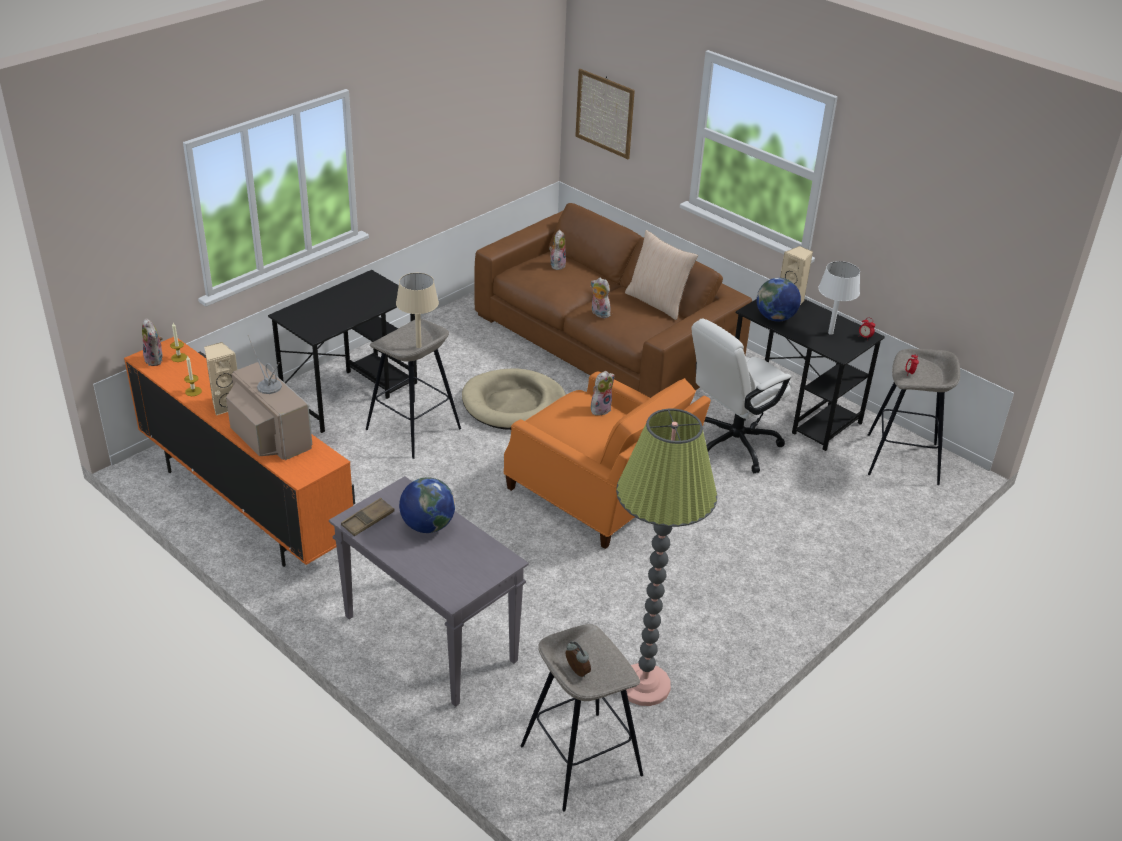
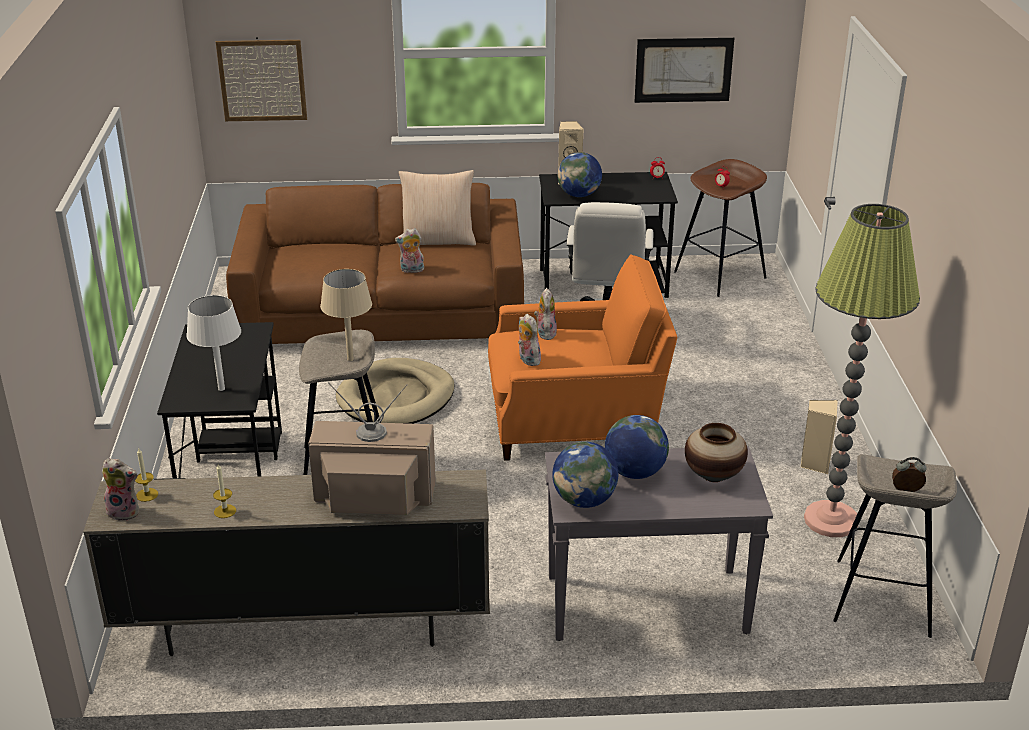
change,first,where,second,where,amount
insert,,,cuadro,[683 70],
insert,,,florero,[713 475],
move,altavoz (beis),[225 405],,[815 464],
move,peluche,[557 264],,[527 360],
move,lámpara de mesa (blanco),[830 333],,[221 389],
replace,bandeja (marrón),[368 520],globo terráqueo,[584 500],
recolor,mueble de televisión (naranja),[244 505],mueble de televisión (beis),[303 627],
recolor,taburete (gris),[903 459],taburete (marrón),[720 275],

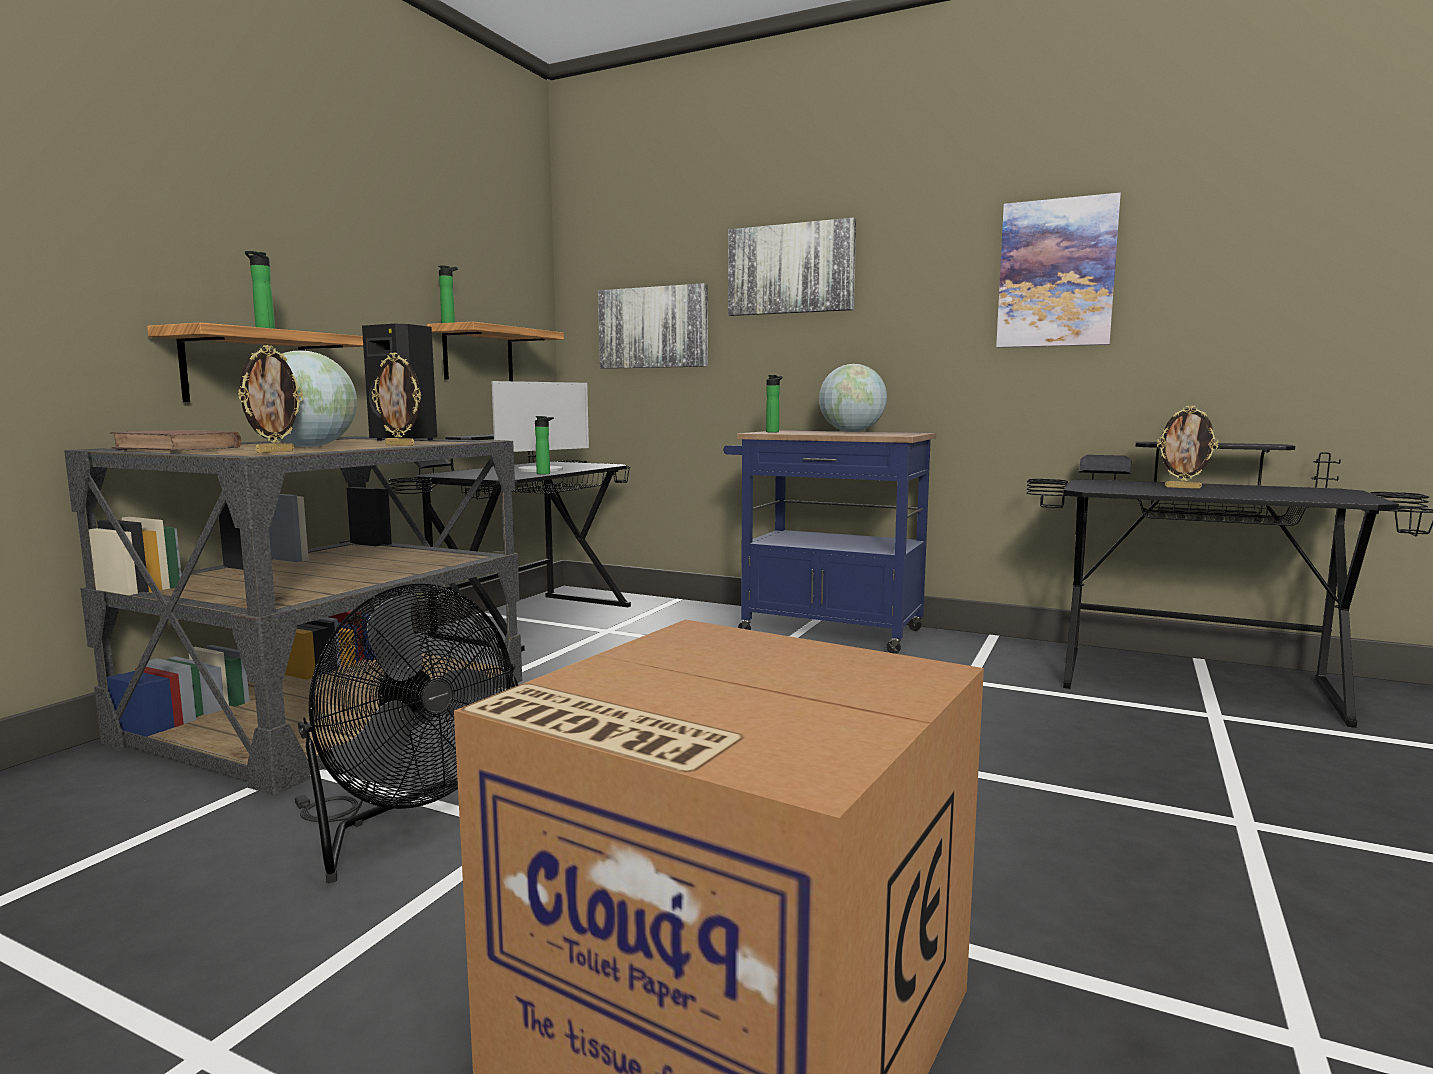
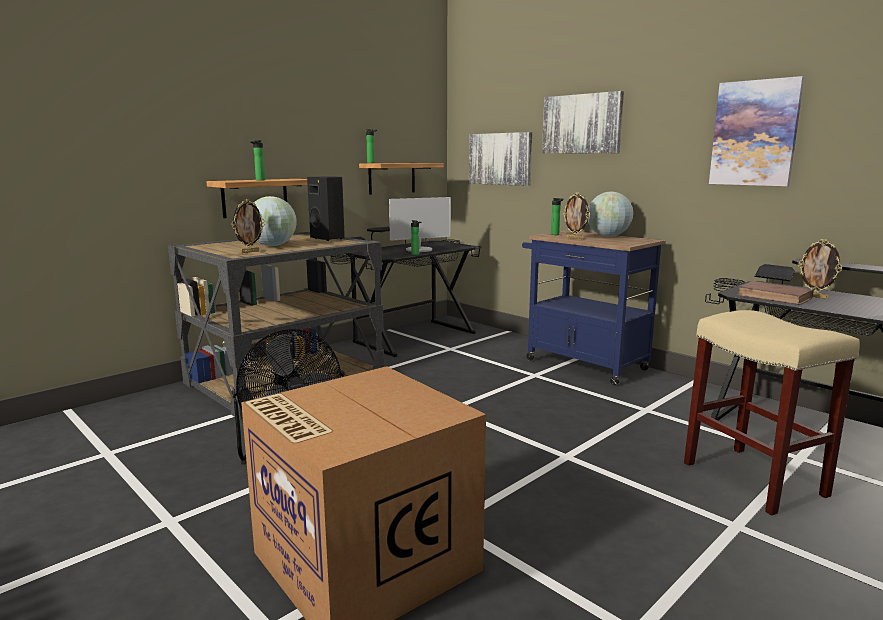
change,first,where,second,where,amount
insert,,,taburete (beis),[751 478],
move,libro (marrón),[177 448],,[774 297],
move,portarretratos,[400 445],,[575 238],

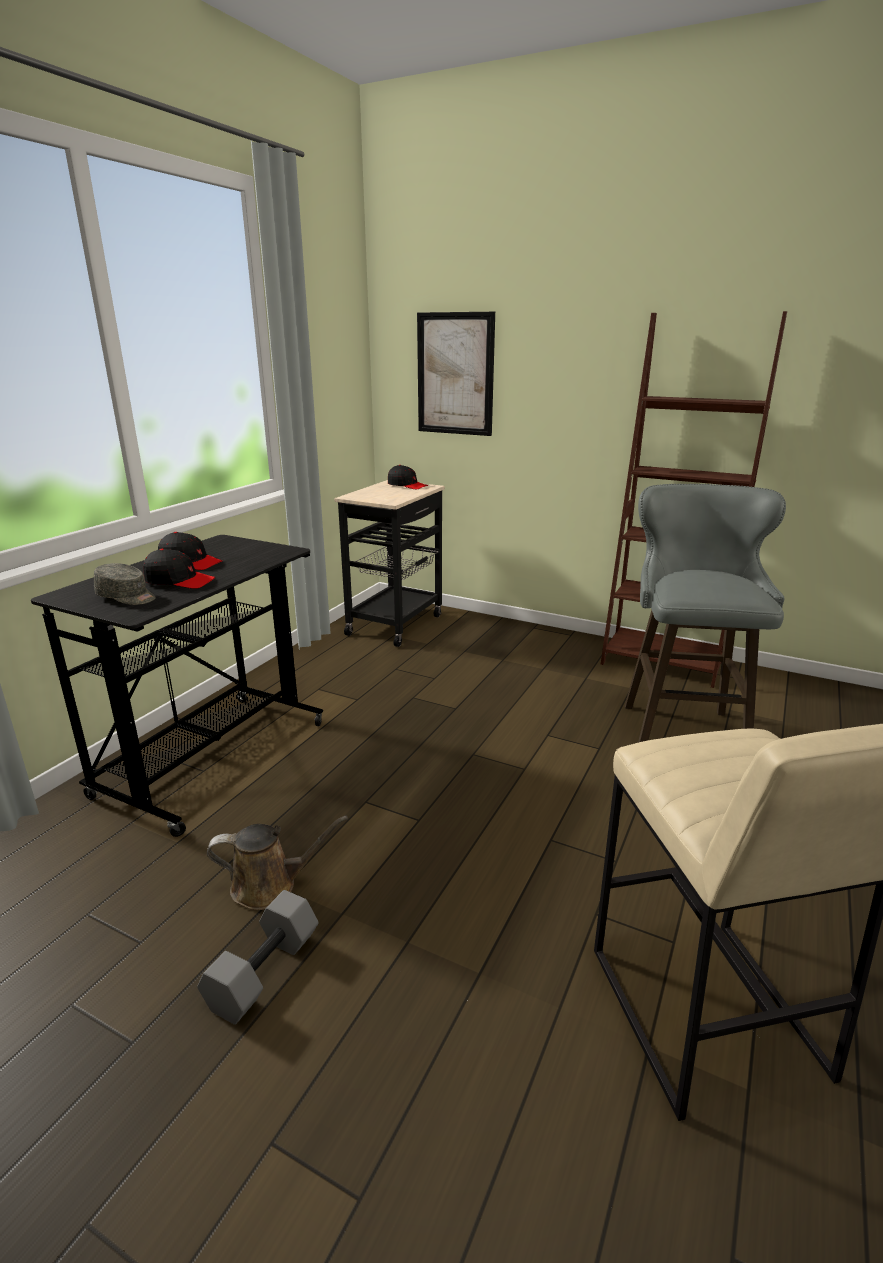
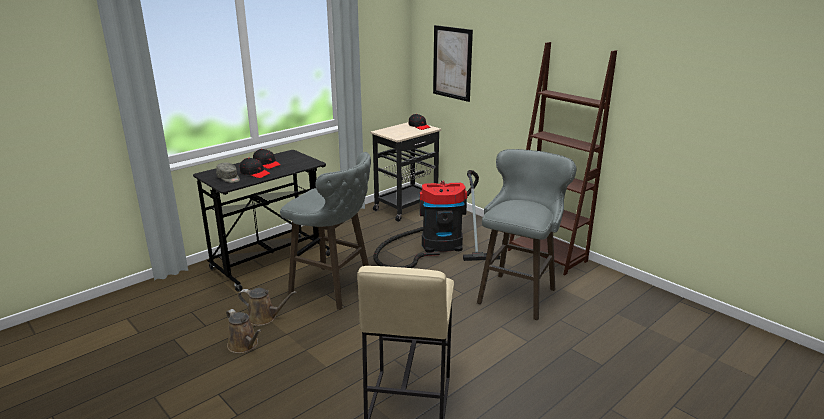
change,first,where,second,where,amount
insert,,,taburete (gris),[334 288],
insert,,,aspiradora,[437 246],
replace,mancuerna (gris),[263 970],regadera (marrón),[244 345],

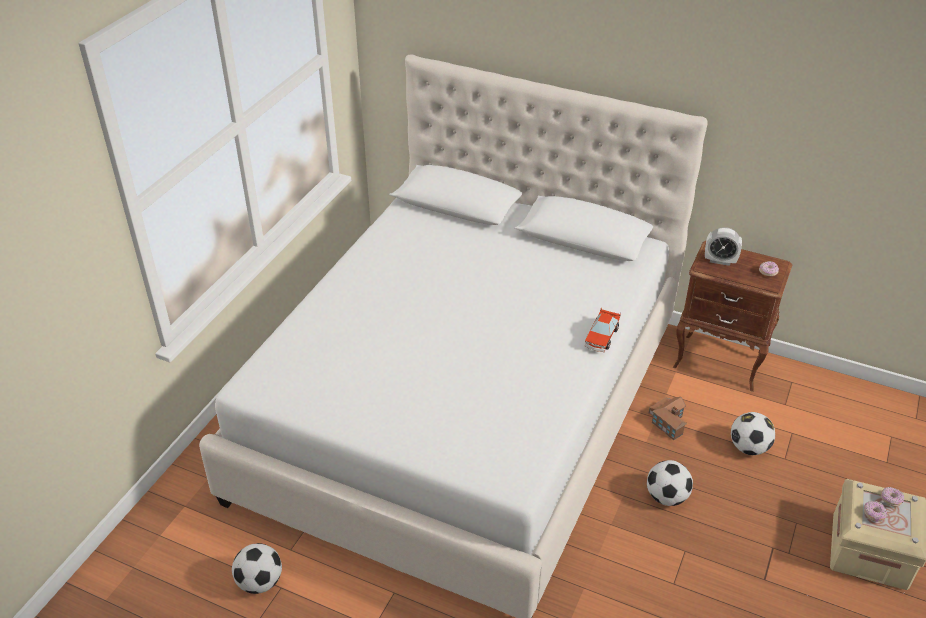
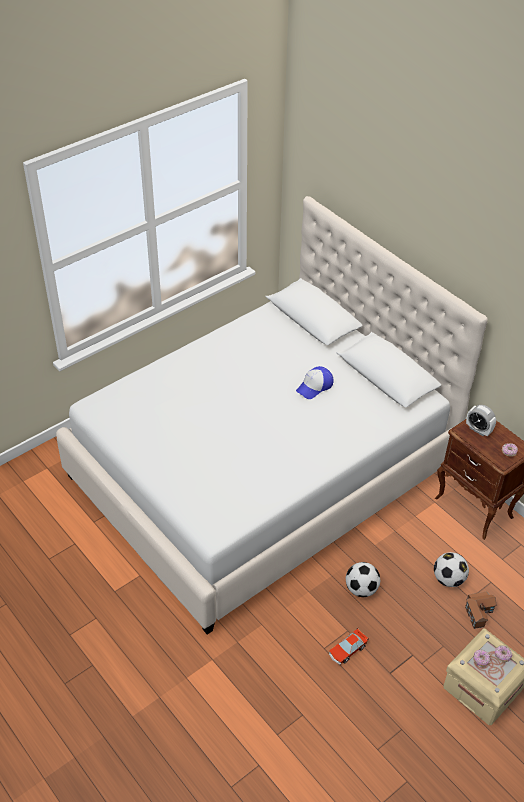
change,first,where,second,where,amount
delete,balón de fútbol,[260 582],,,
insert,,,gorra,[315 386],
move,coche de juguete,[601 337],,[347 650],
move,casita,[668 421],,[479 611],

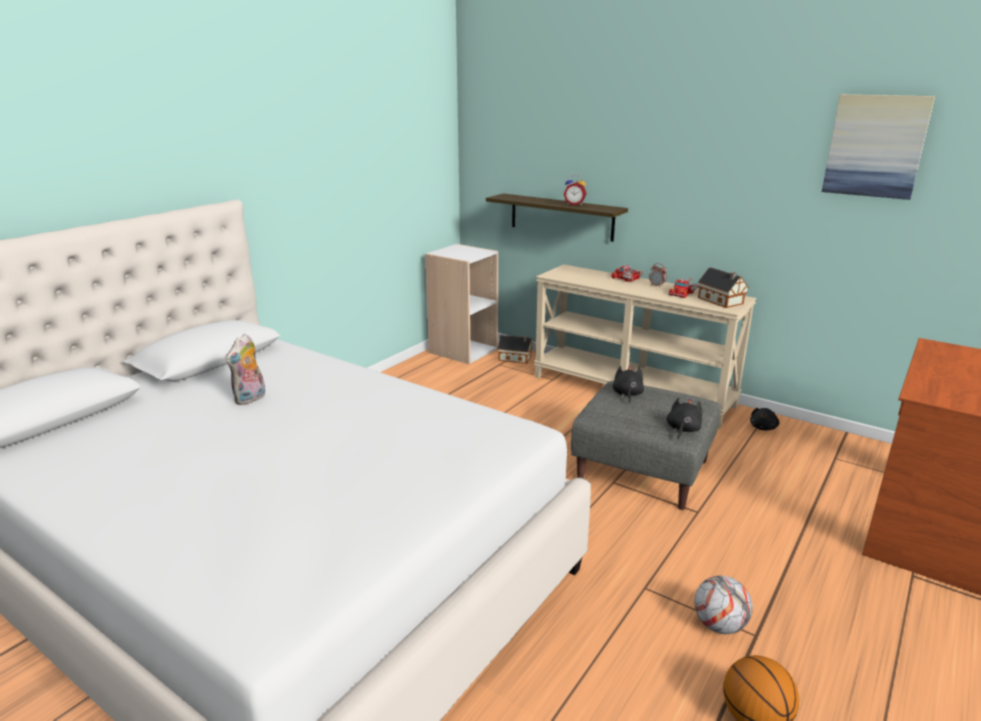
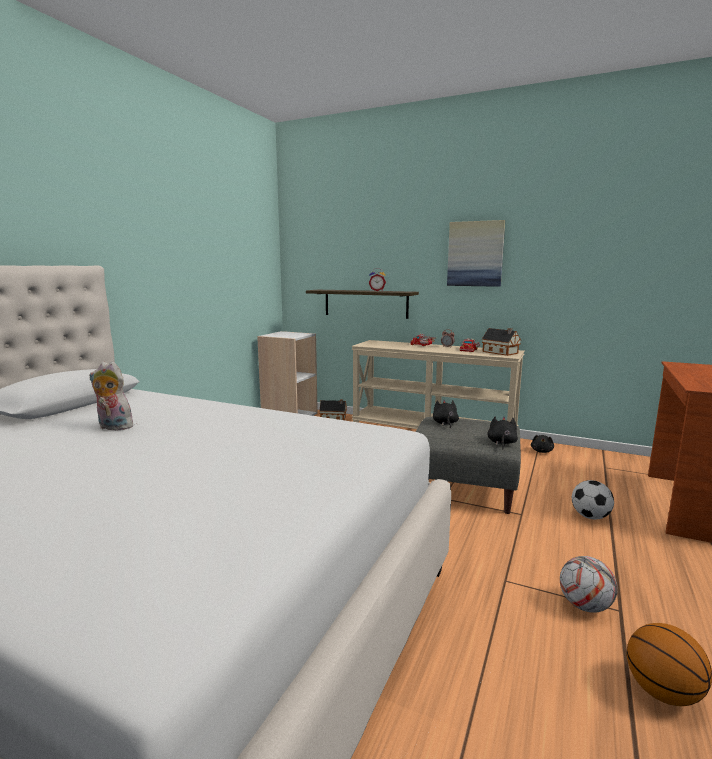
change,first,where,second,where,amount
insert,,,balón de fútbol,[590 516],
move,cuadro,[875 146],,[475 254],
rotate,peluche,[251 399],,[113 427],90 degrees clockwise

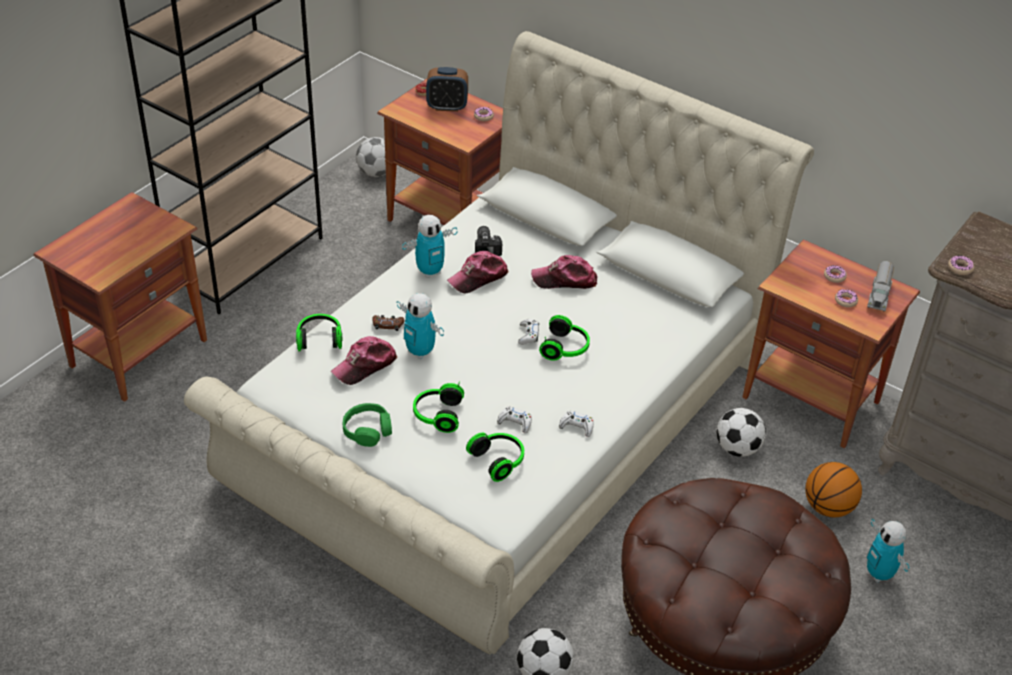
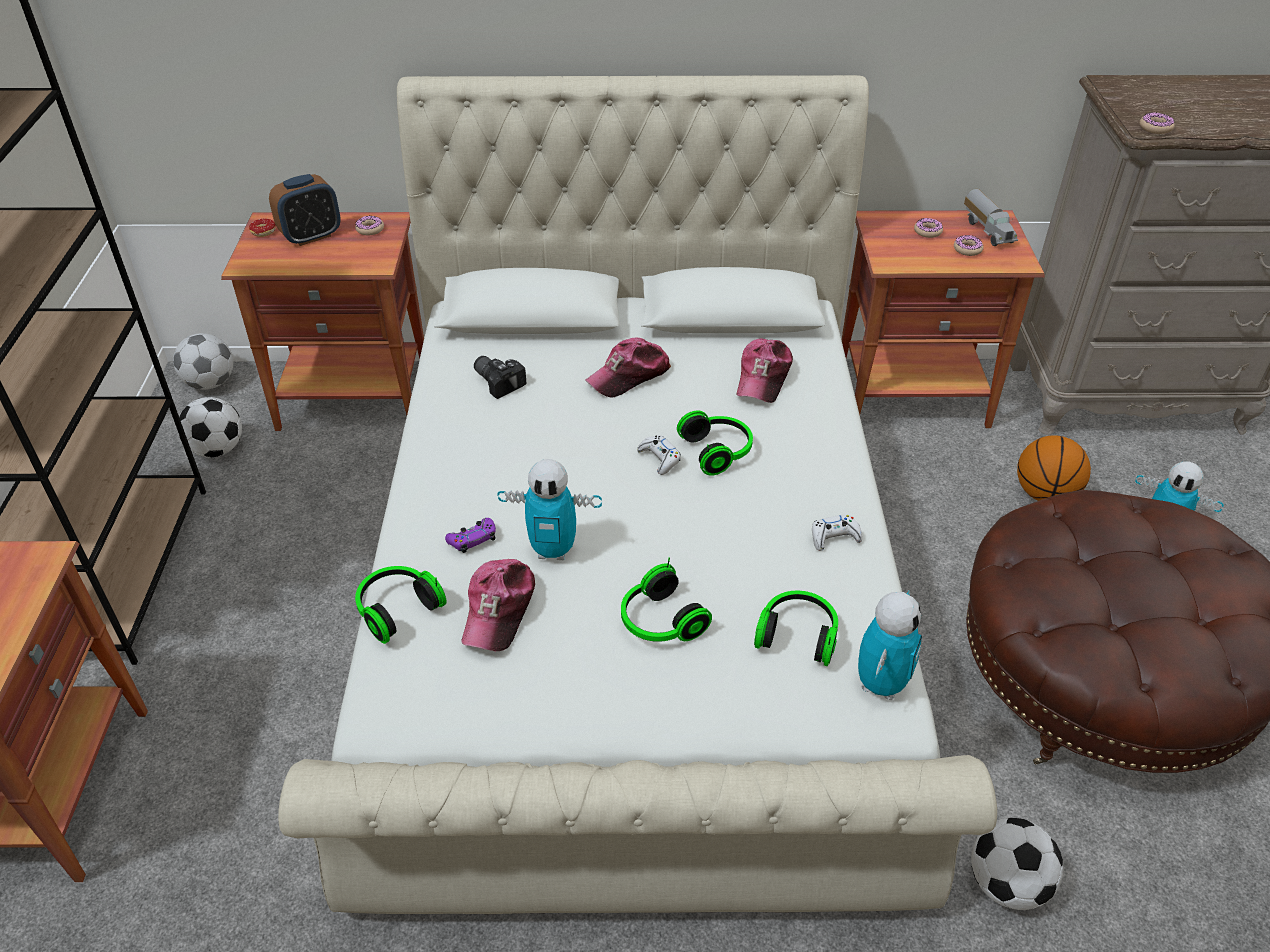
change,first,where,second,where,amount
delete,auriculares (verde),[367 430],,,
delete,mando de consola (blanco),[515 422],,,
move,robot de juguete,[430 271],,[880 684],
move,gorra,[478 277],,[763 378],
move,balón de fútbol,[737 448],,[217 449],
recolor,mando de consola (marrón),[388 325],mando de consola (morado),[472 539],

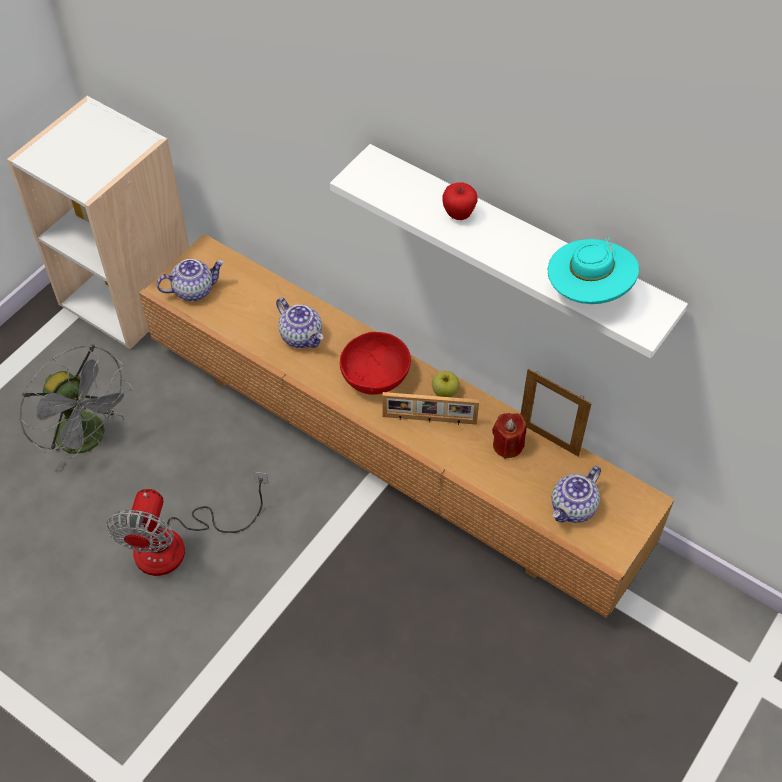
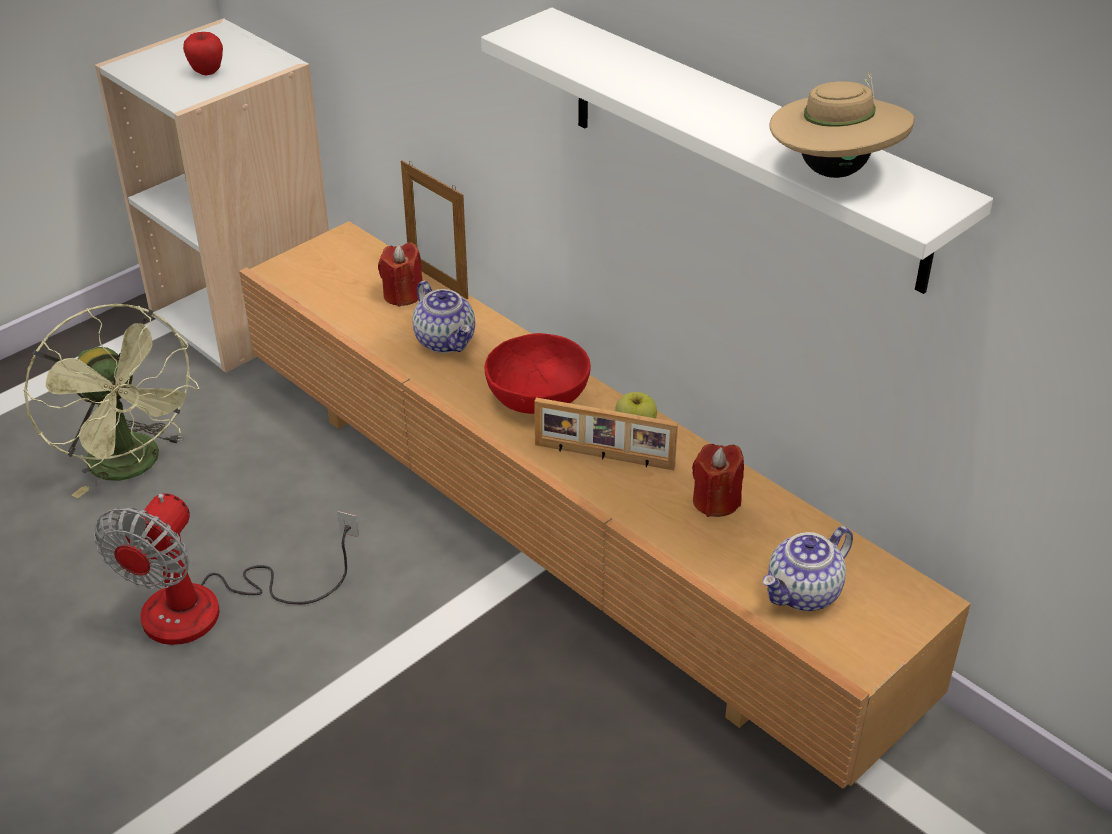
change,first,where,second,where,amount
delete,tetera,[194 289],,,
insert,,,vela (rojo),[403 295],
move,manzana,[458 214],,[207 72],
move,portarretratos,[548 439],,[438 280],
recolor,ventilador (gris),[89 439],ventilador (verde),[133 466],
recolor,sombrero (turquesa),[588 292],sombrero (beis),[834 171],

